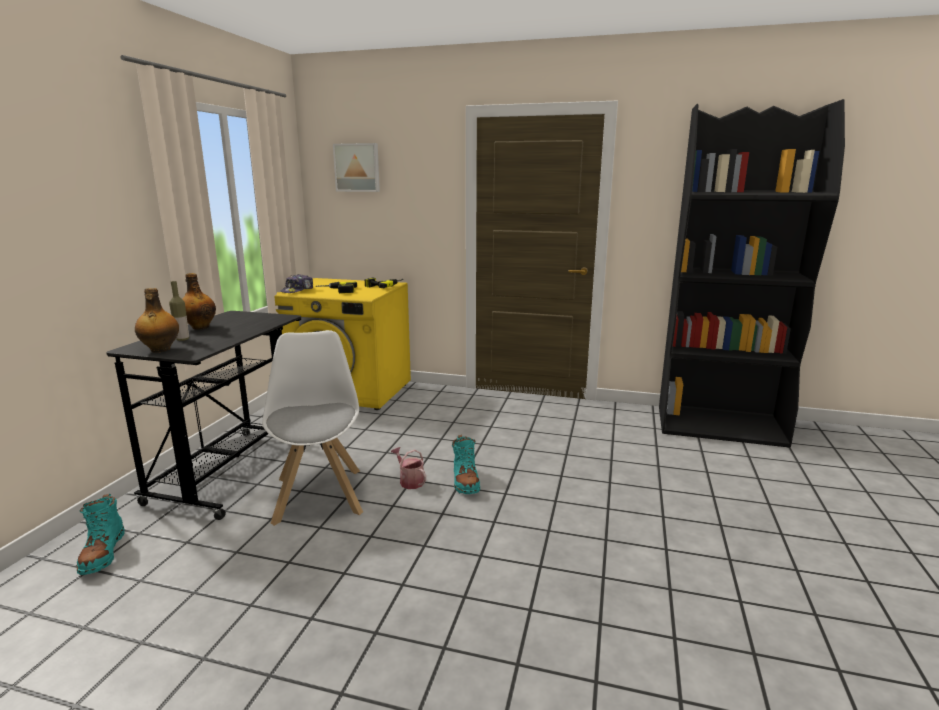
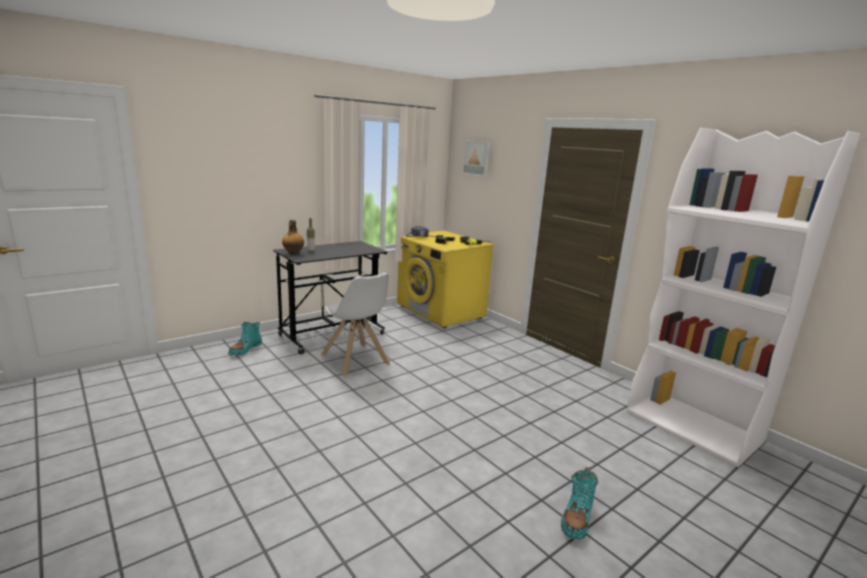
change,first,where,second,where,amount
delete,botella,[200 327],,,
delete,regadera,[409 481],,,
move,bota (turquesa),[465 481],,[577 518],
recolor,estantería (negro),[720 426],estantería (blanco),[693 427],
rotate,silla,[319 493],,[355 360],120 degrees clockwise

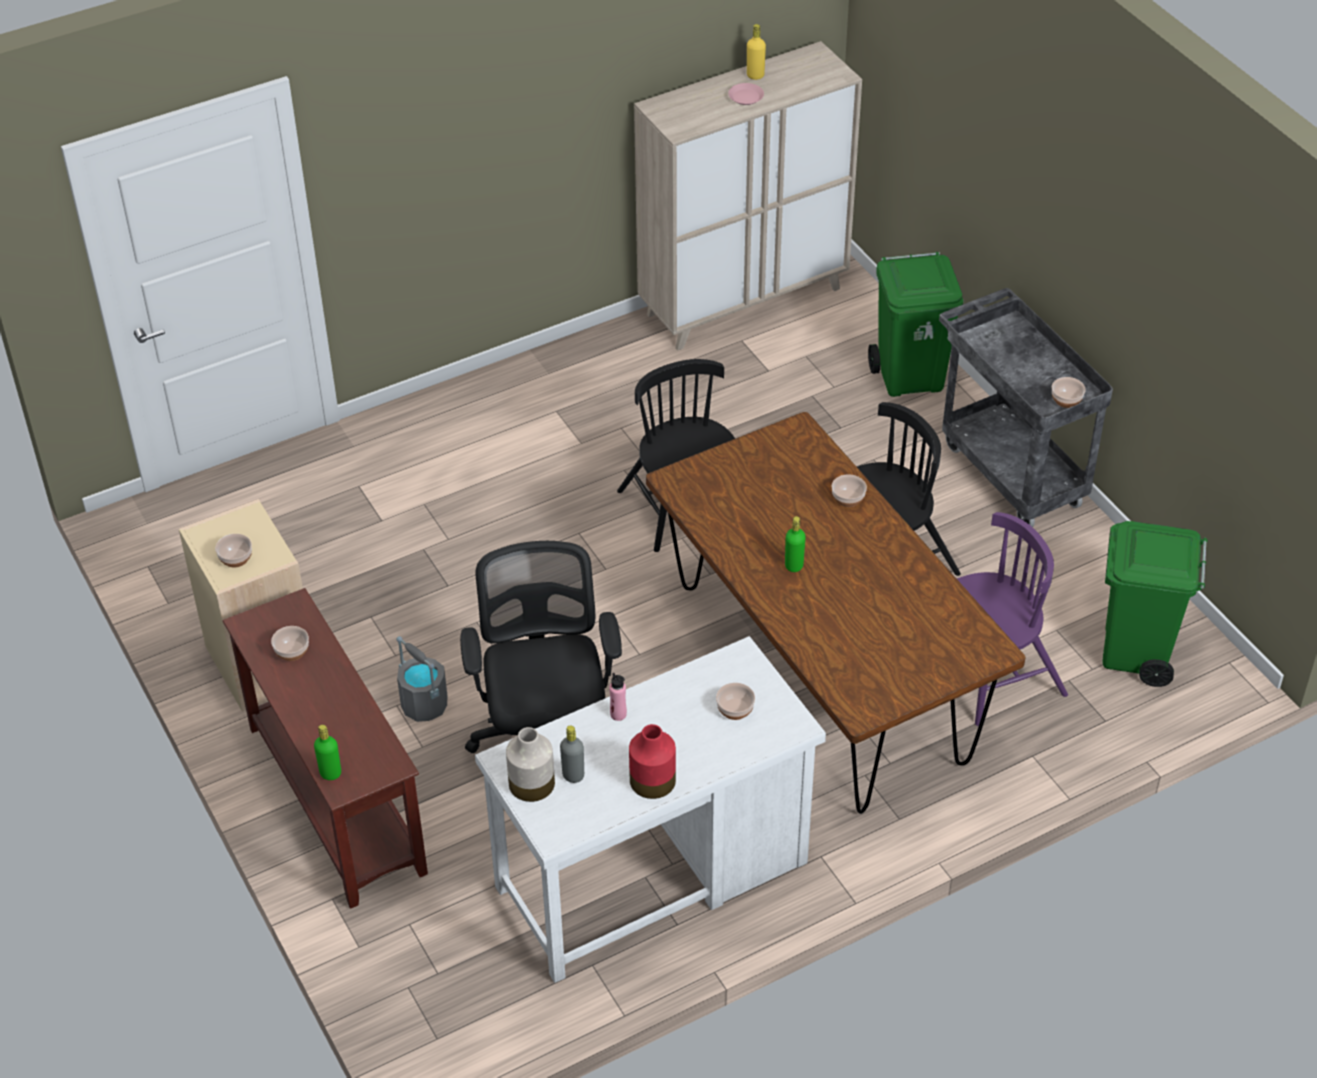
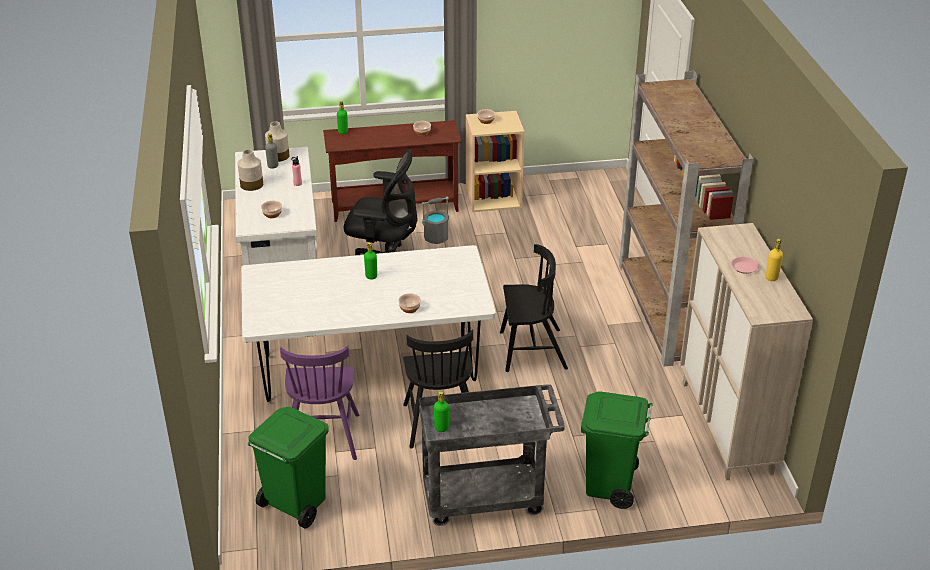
change,first,where,second,where,amount
insert,,,estantería (marrón),[667 310],
replace,cuenco,[1066 399],botella (verde),[441 428],
recolor,florero (rojo),[653 780],florero (beis),[251 184],
recolor,mesa de comedor (marrón),[818 673],mesa de comedor (blanco),[370 367],

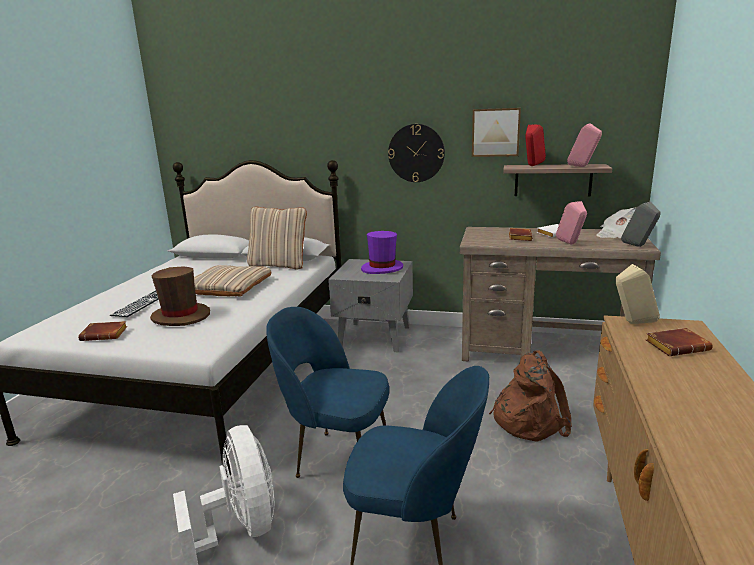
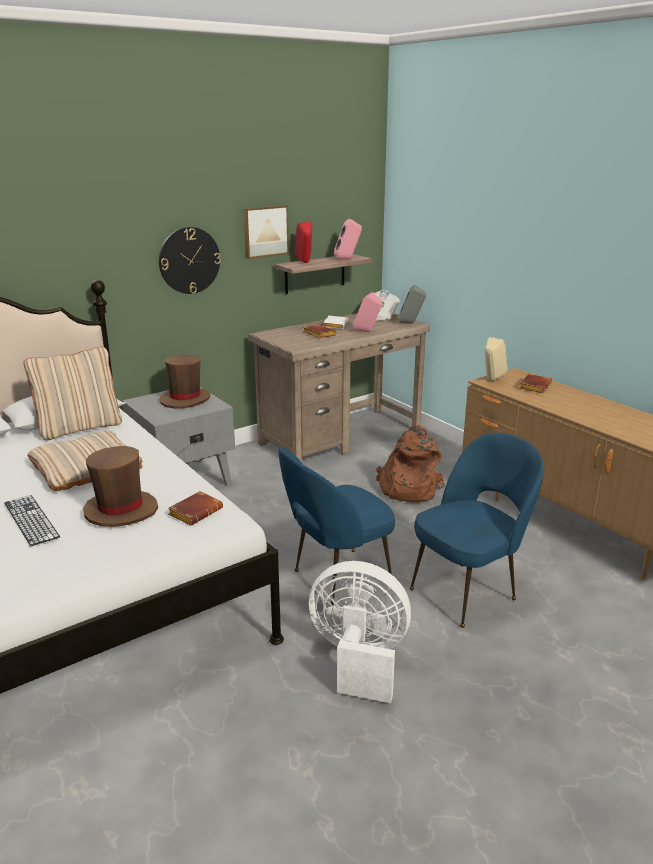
change,first,where,second,where,amount
move,libro (marrón),[106 334],,[196 511],
recolor,sombrero (morado),[382 268],sombrero (marrón),[185 399],

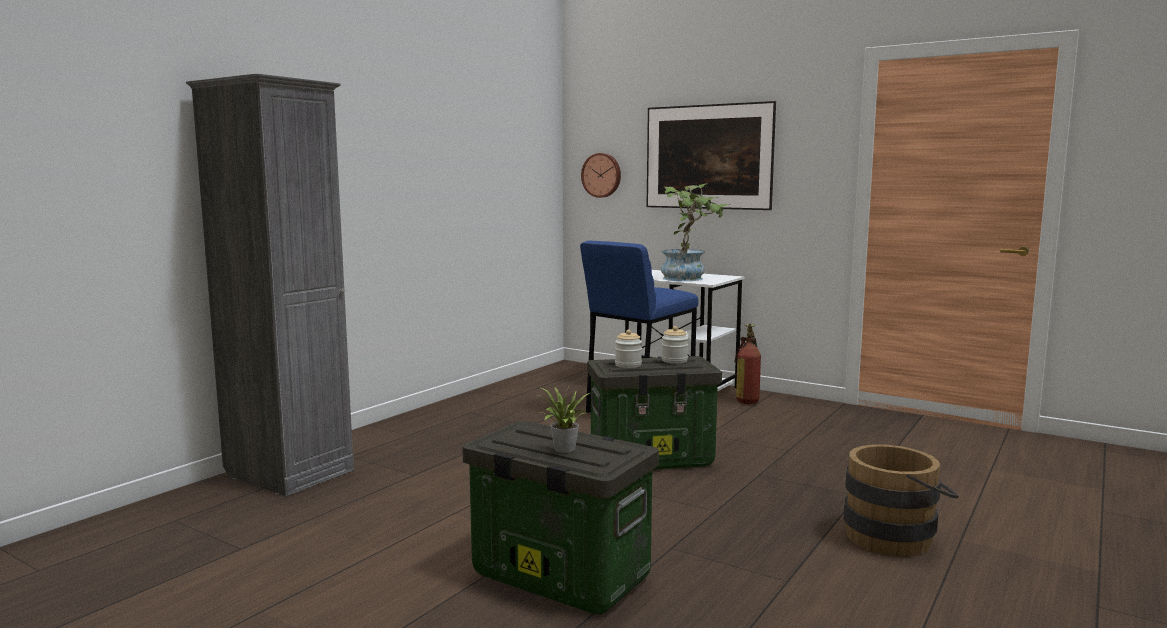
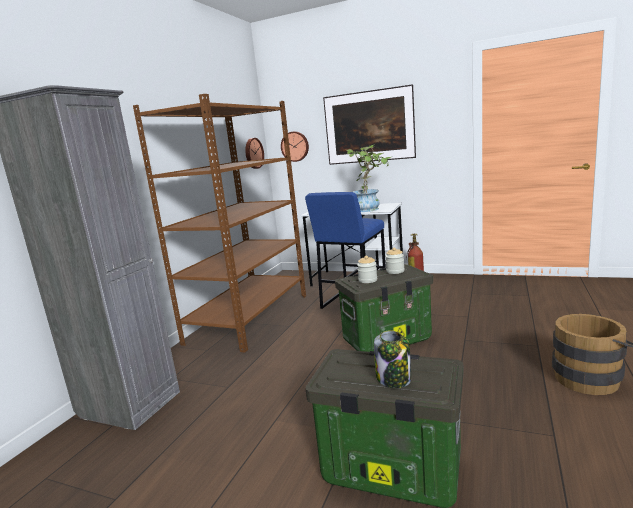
change,first,where,second,where,amount
insert,,,estantería (marrón),[250 318],
insert,,,reloj de pared,[253 153],
replace,planta en maceta,[563 450],tarro,[394 379],

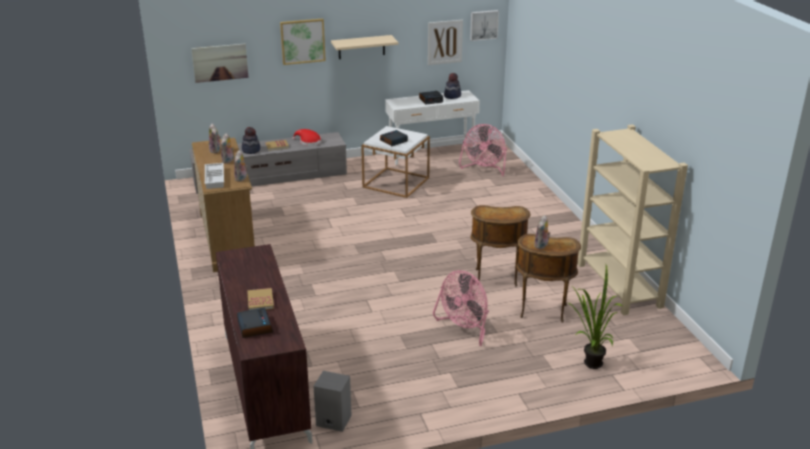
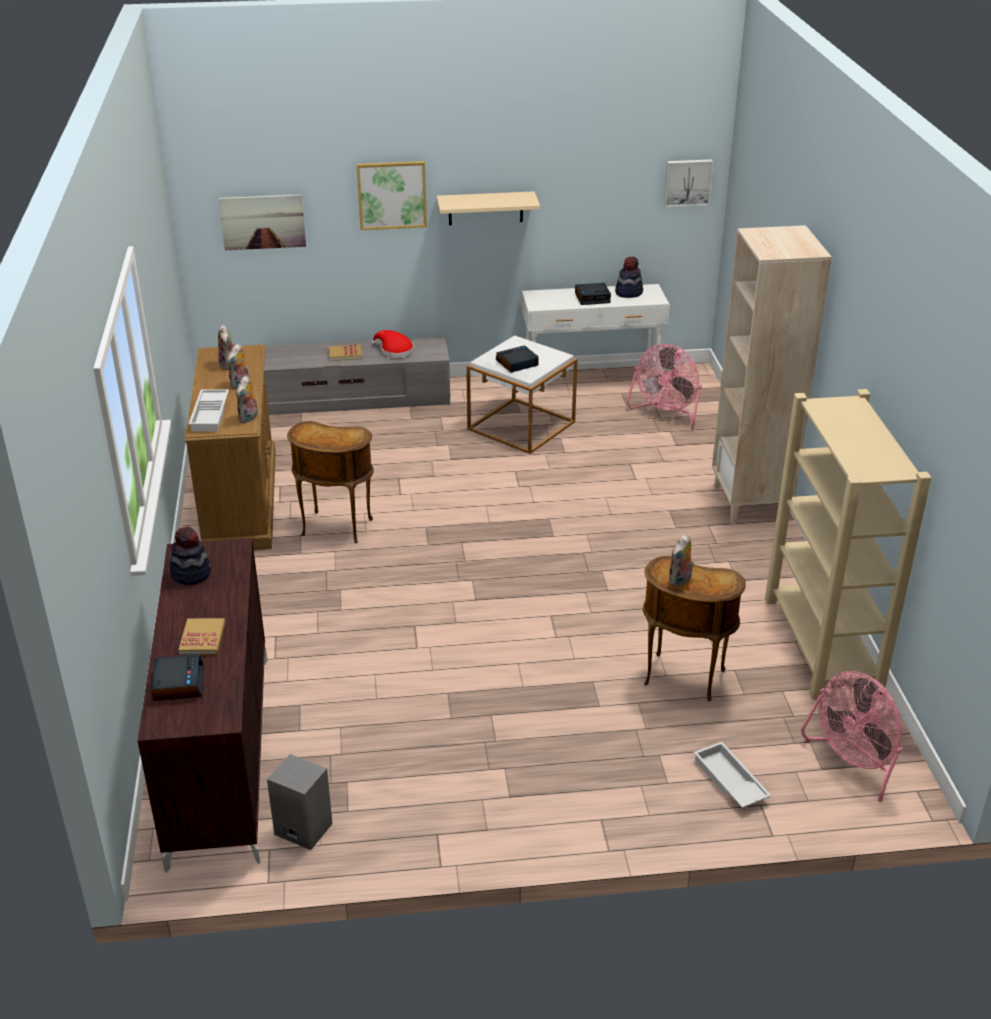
change,first,where,second,where,amount
delete,cuadro,[445 42],,,
insert,,,estantería (beis),[750 503],
move,sombrero,[251 150],,[191 573],
move,ventilador (rosa),[465 326],,[854 759],
move,mesa auxiliar (marrón),[496 278],,[335 529],
replace,planta en maceta,[588 364],bandeja (blanco),[728 781],

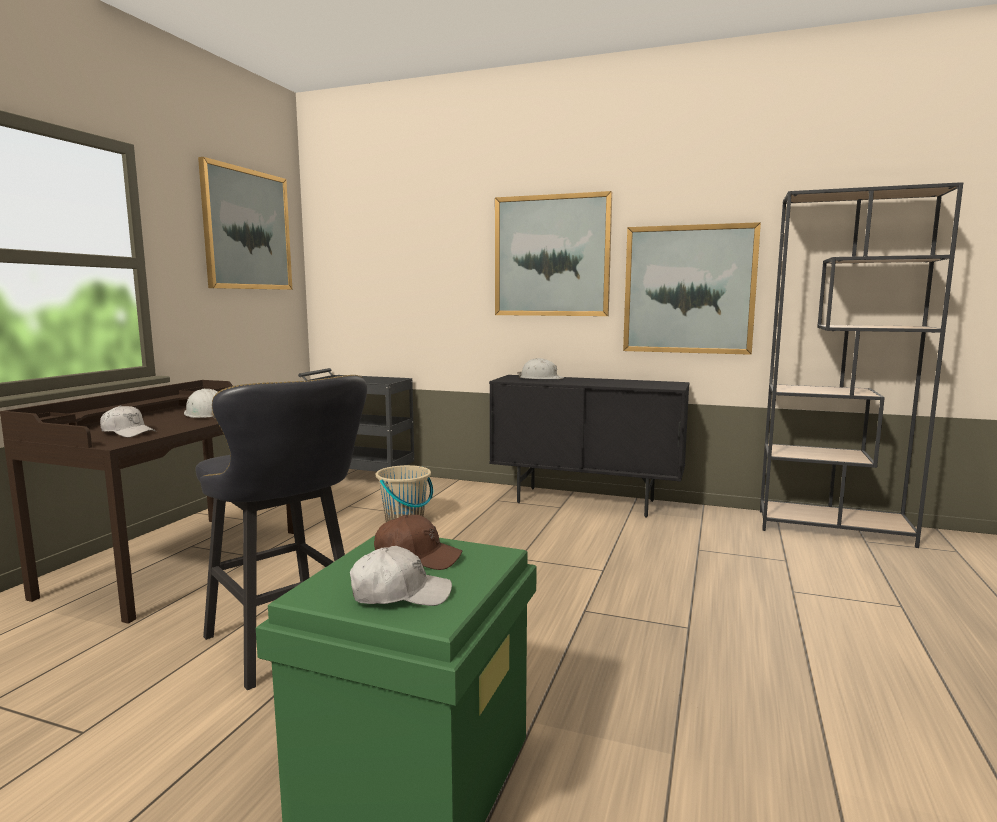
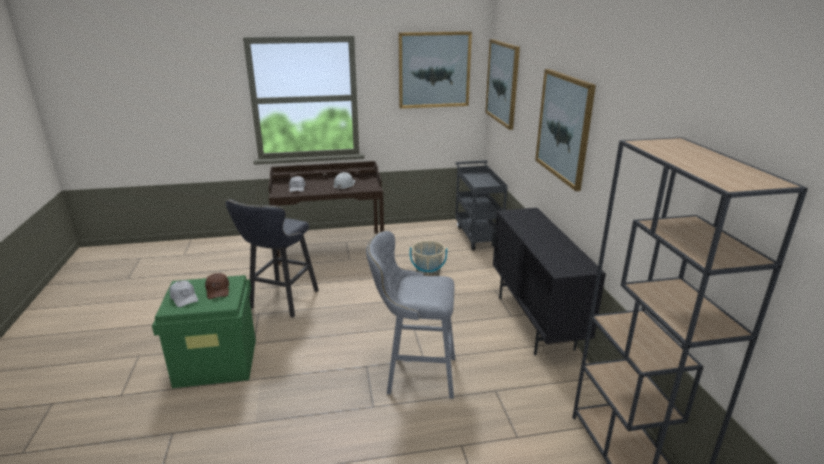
change,first,where,second,where,amount
delete,casco (blanco),[541 378],,,
insert,,,taburete (gris),[412 374],
move,cuadro,[688 289],,[502 82],

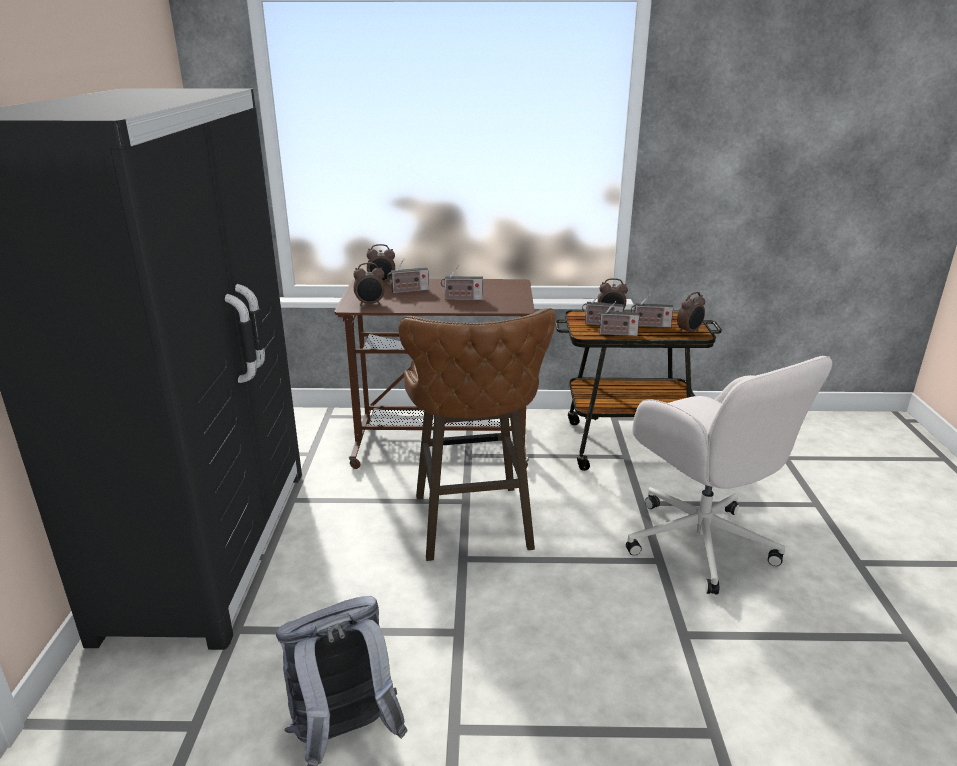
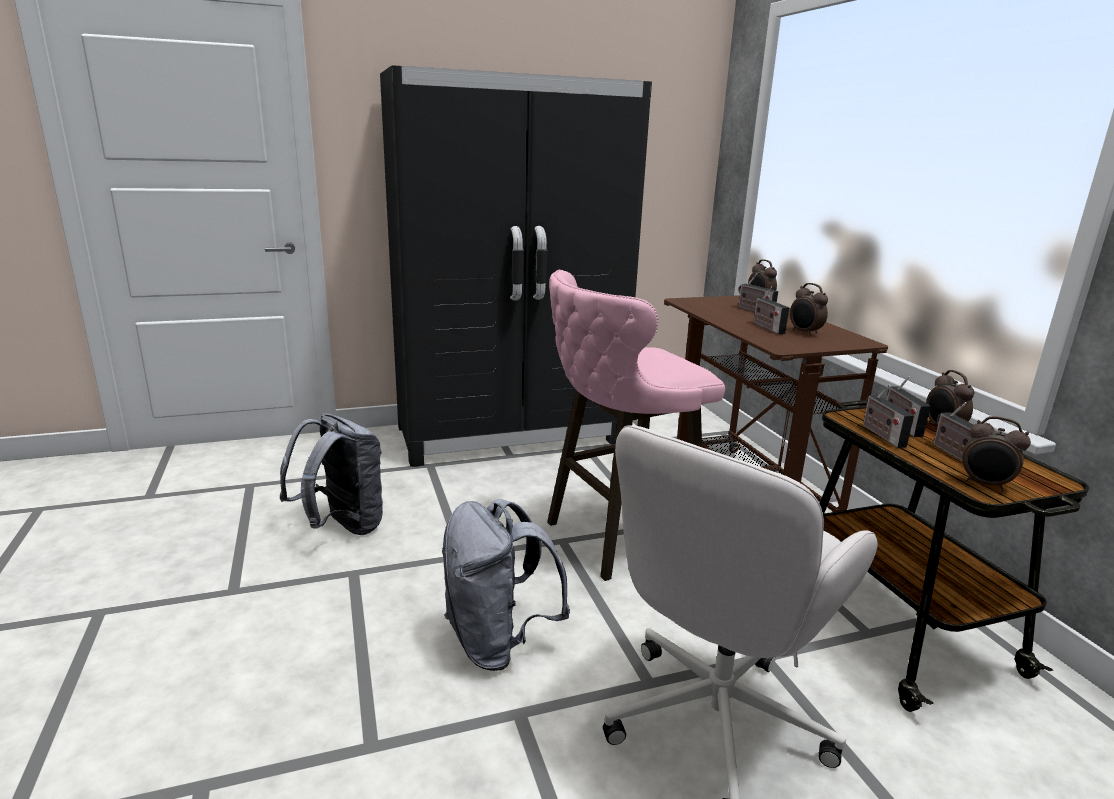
change,first,where,second,where,amount
insert,,,mochila (gris),[498 642],
move,despertador,[370 304],,[804 333],
recolor,taburete (marrón),[473 525],taburete (rosa),[617 538],

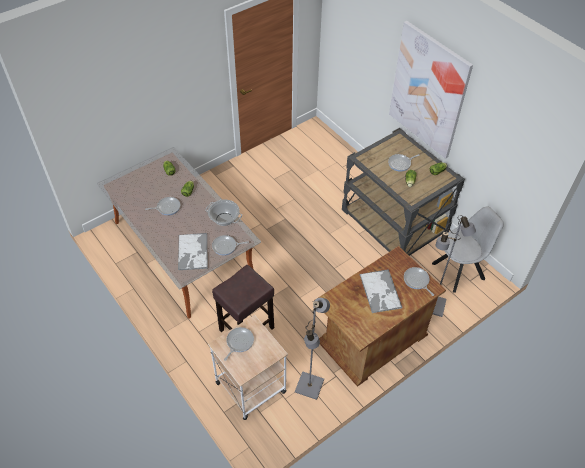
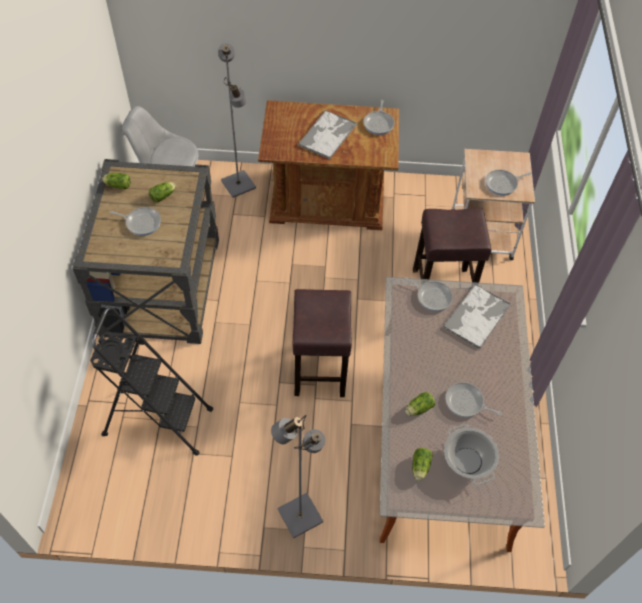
change,first,where,second,where,amount
delete,cuadro,[428 91],,,
insert,,,escalera de tijera,[156 420],
insert,,,taburete (marrón),[319 369],
move,olla,[224 219],,[468 461],
move,lámpara de pie (gris),[309 386],,[300 515],
move,sartén,[417 281],,[379 123],

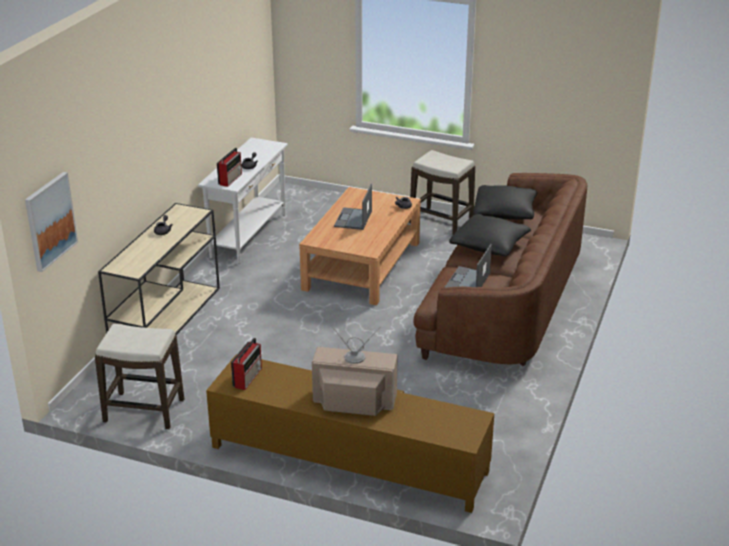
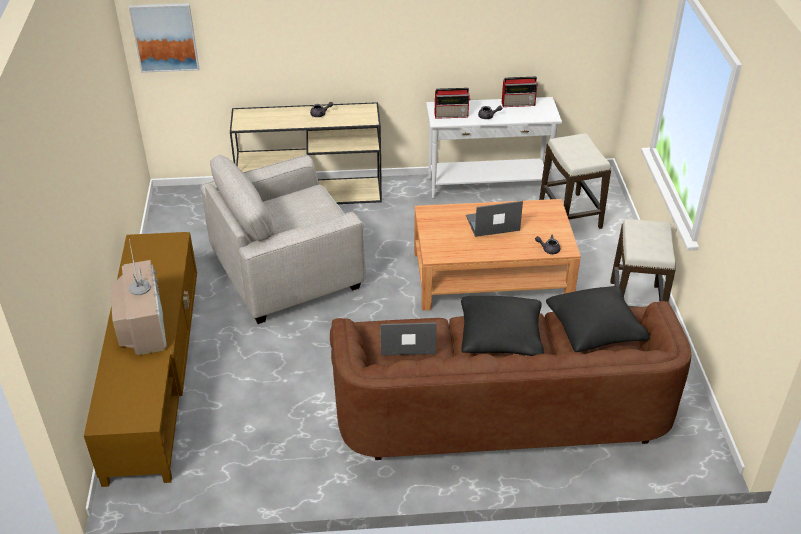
change,first,where,second,where,amount
insert,,,sillón (gris),[287 270],
move,taburete,[144 411],,[570 214],
move,radio,[248 377],,[519 103],

